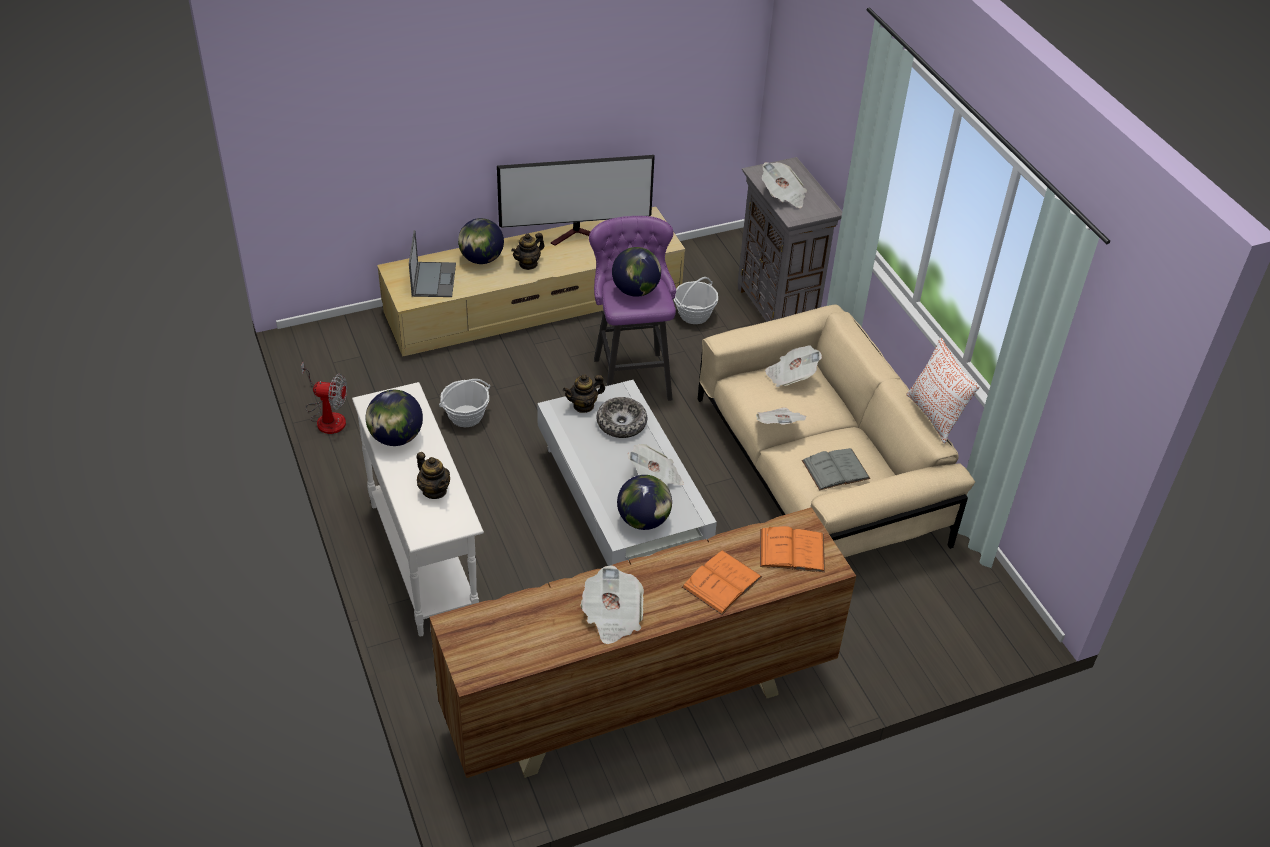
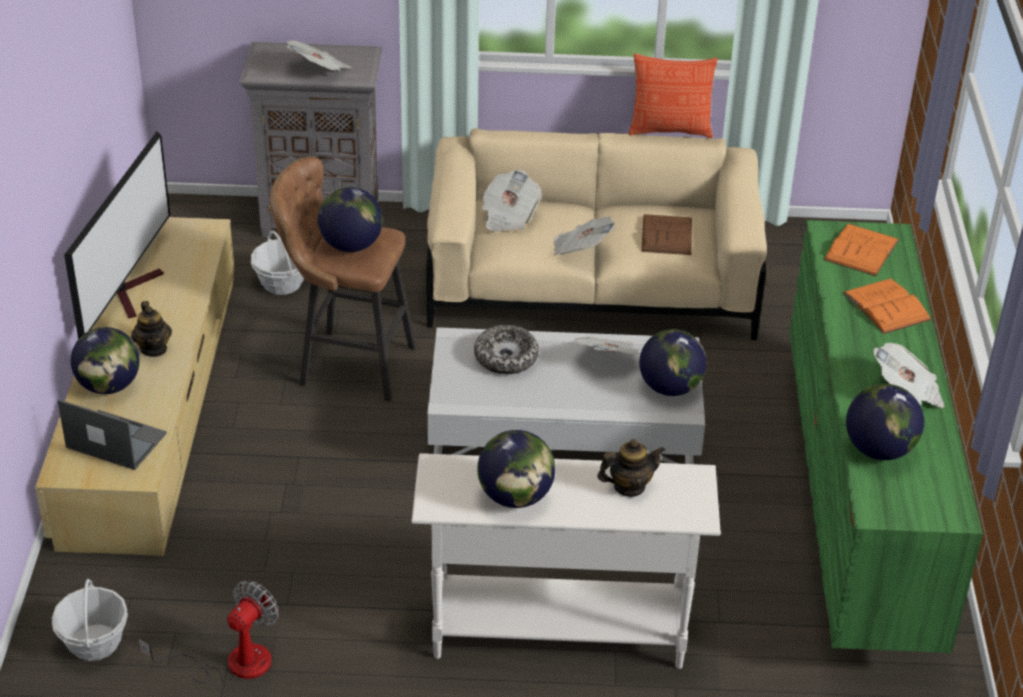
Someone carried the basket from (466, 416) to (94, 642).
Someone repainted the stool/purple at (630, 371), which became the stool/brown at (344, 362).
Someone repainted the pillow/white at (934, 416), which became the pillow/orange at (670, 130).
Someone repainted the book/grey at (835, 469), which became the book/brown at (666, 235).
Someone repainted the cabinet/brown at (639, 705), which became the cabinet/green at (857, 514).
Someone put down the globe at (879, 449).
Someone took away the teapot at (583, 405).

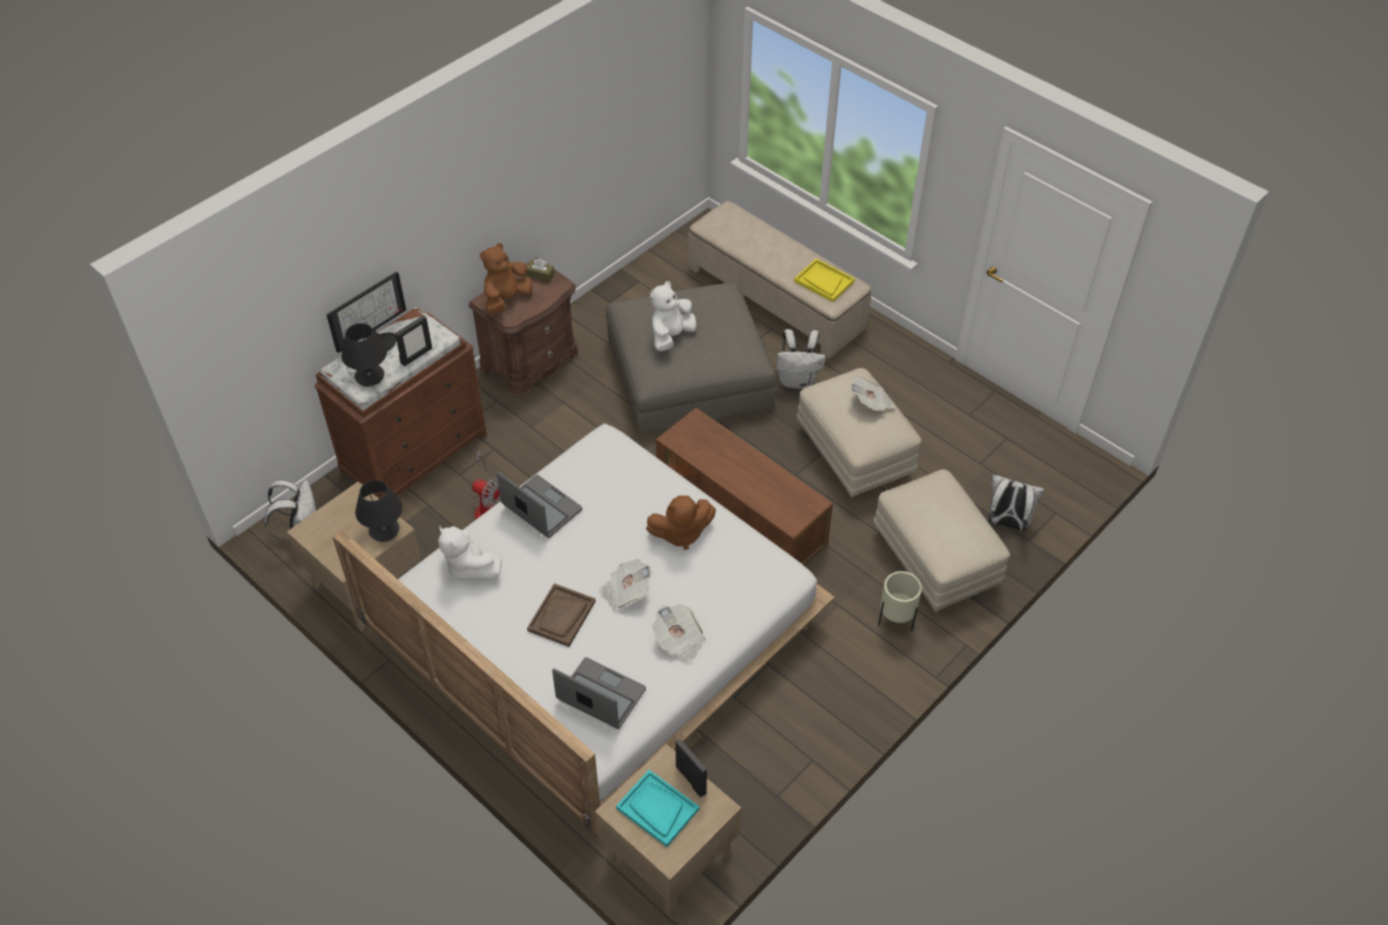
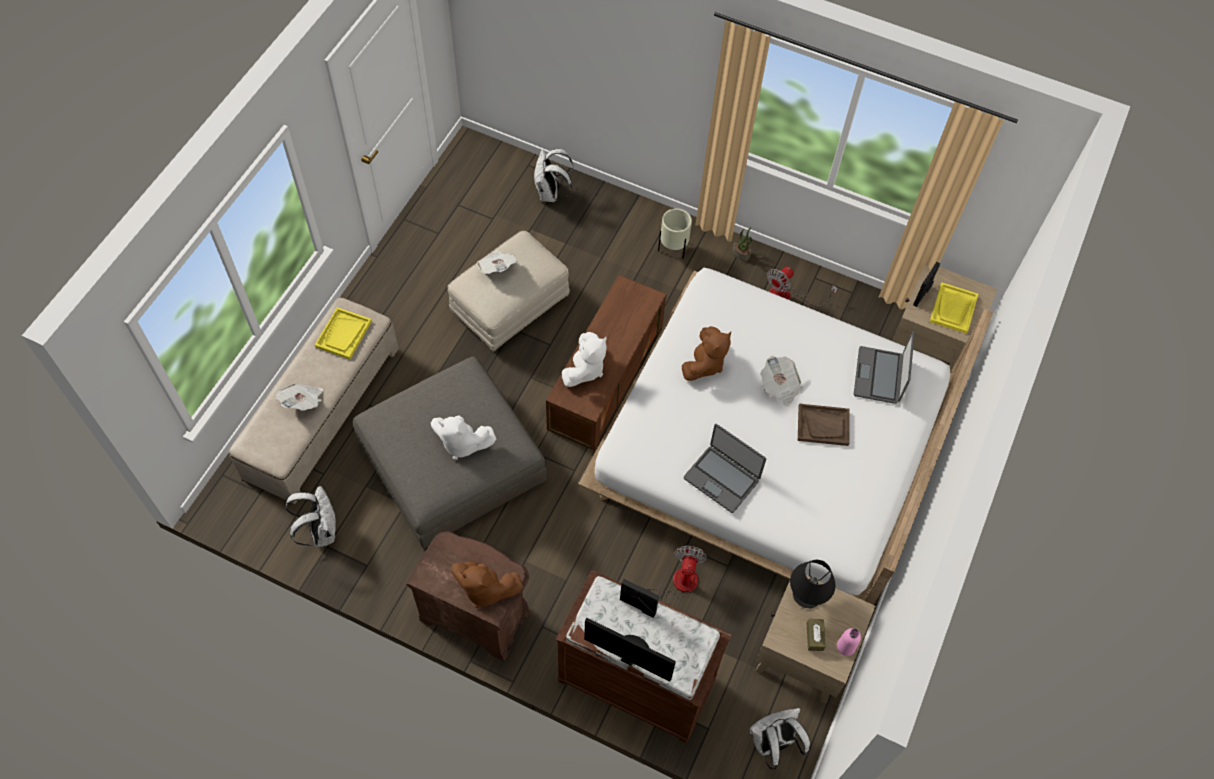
Someone carried the newspaper from (679, 641) to (303, 402).
Someone carried the backpack/white from (797, 380) to (321, 531).
Someone carried the plush toy/white from (468, 567) to (585, 369).
Someone rotated the plush toy/brown at (681, 533) by 60 degrees clockwise.
Someone rotated the laptop at (541, 508) by 75 degrees counterclockwise.
Someone put down the potted plant at (741, 254).
Someone put down the fan at (788, 297).
Someone carried the tissue box/brown from (540, 275) to (814, 636).
Someone put down the bottle/pink at (845, 646).
Someone repainted the tray/turquoise at (657, 809), which became the tray/yellow at (953, 309).
Someone took away the table lamp/black at (369, 376).
Someone took away the ottoman/beige at (934, 560).

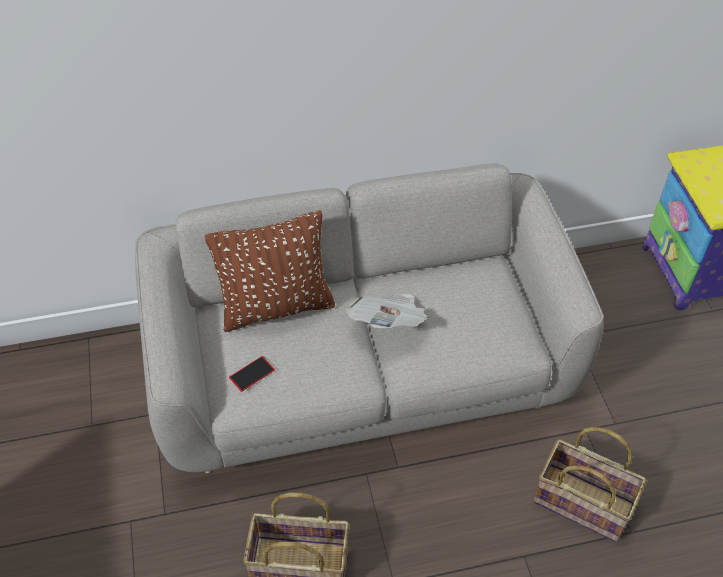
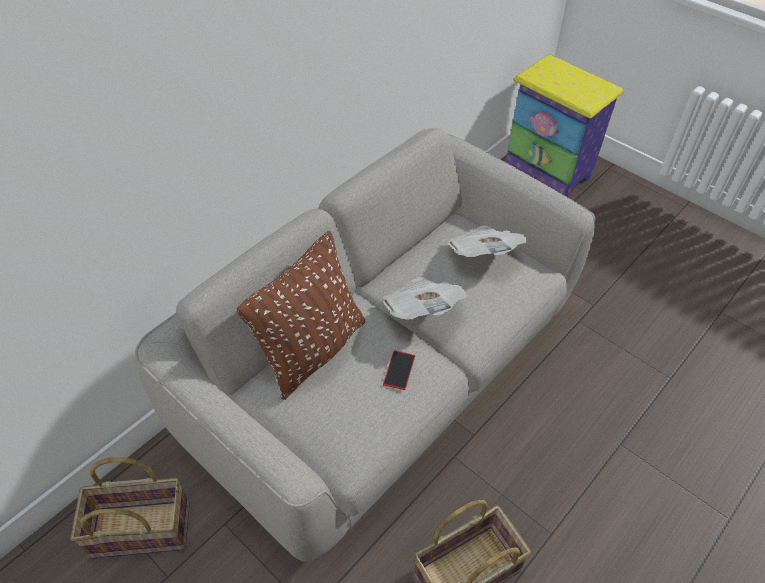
Someone carried the basket from (583, 502) to (142, 528).
Someone carried the phone from (252, 374) to (399, 370).
Someone put down the newspaper at (483, 255).

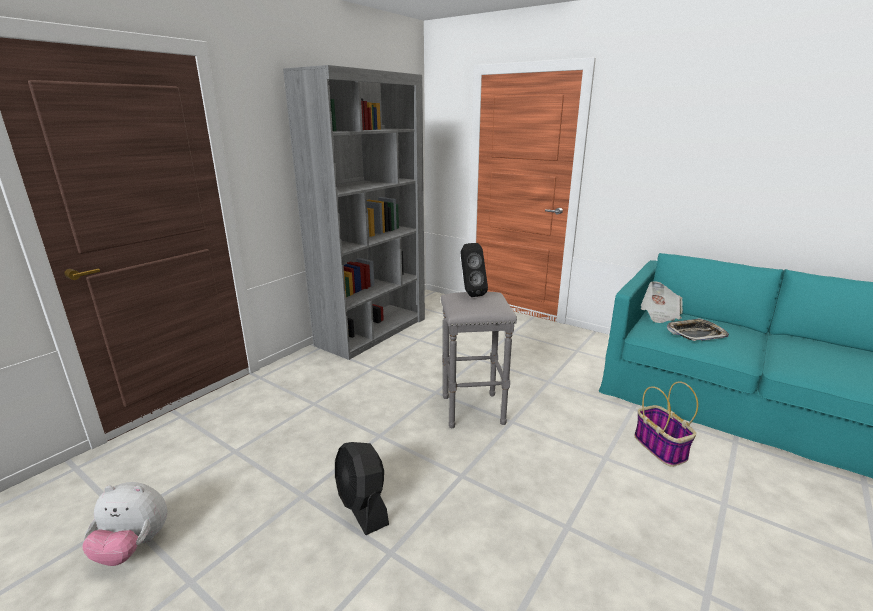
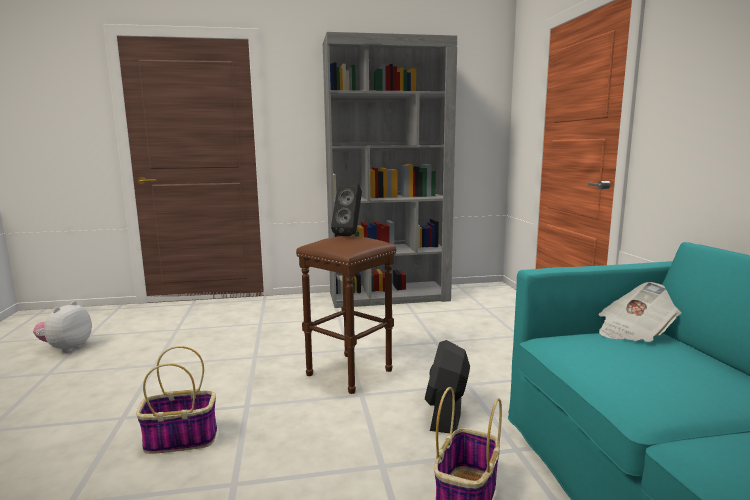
Someone rotated the plush toy at (133, 547) by 60 degrees clockwise.
Someone put down the basket at (179, 440).
Someone repainted the stool/grey at (472, 410), which became the stool/brown at (347, 372).
Someone carried the fan/black from (362, 506) to (446, 413).
Someone took away the tray at (695, 334).

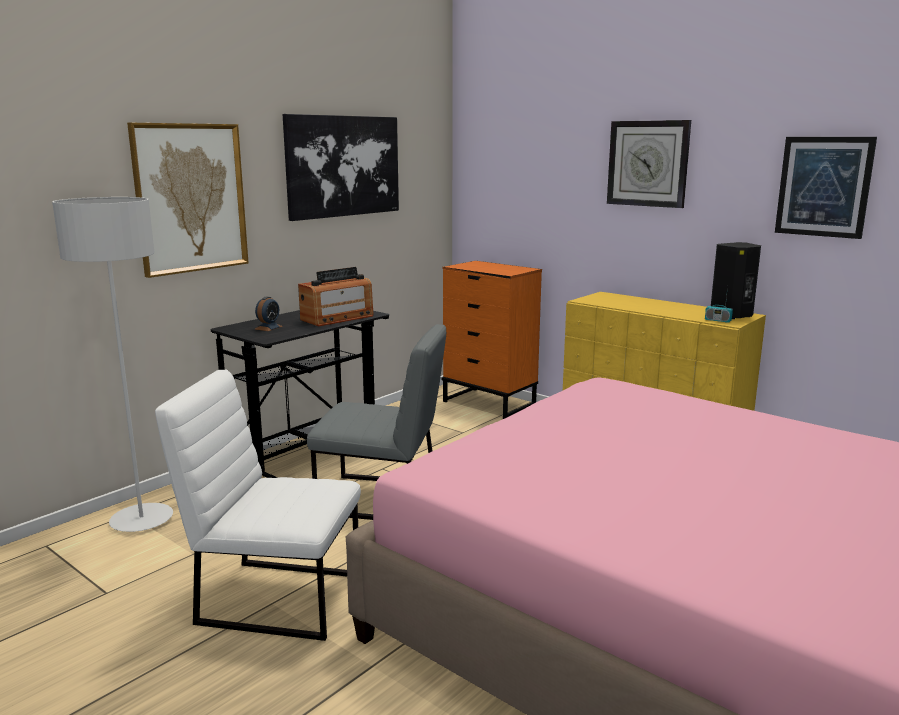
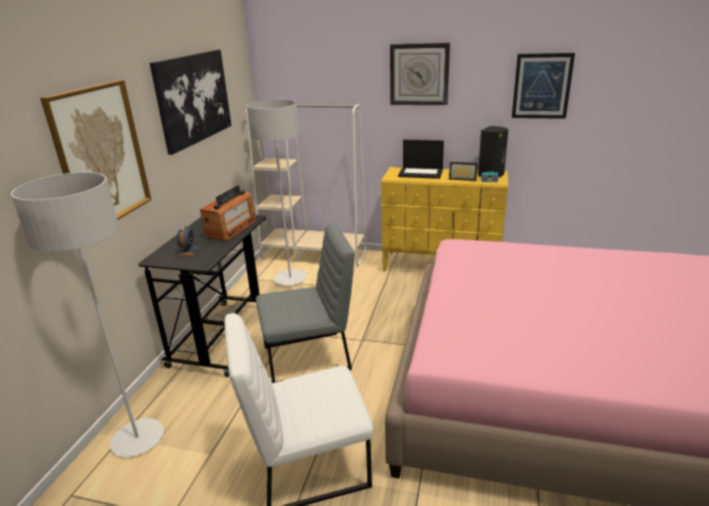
Someone swapped the dresser/orange at (489, 403) for the clothes rack/beige at (314, 256).
Someone put down the floor lamp/grey at (290, 279).
Someone put down the laptop at (421, 173).
Someone put down the picture frame at (462, 178).

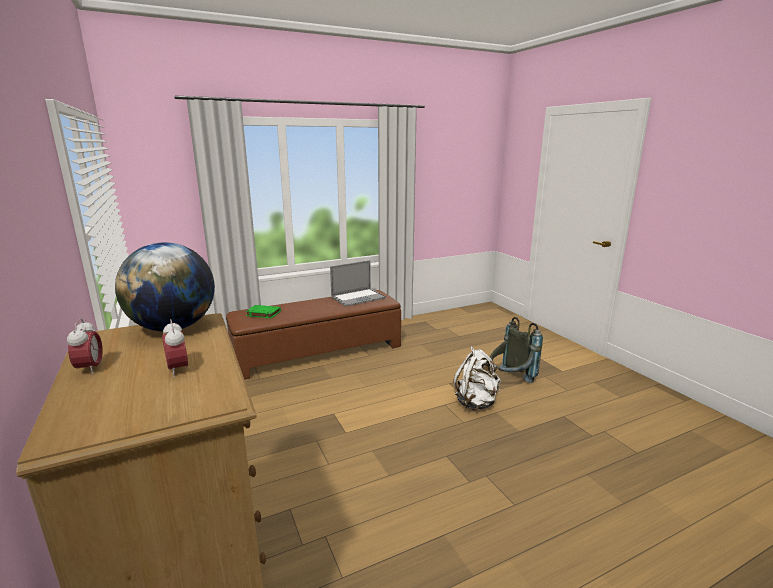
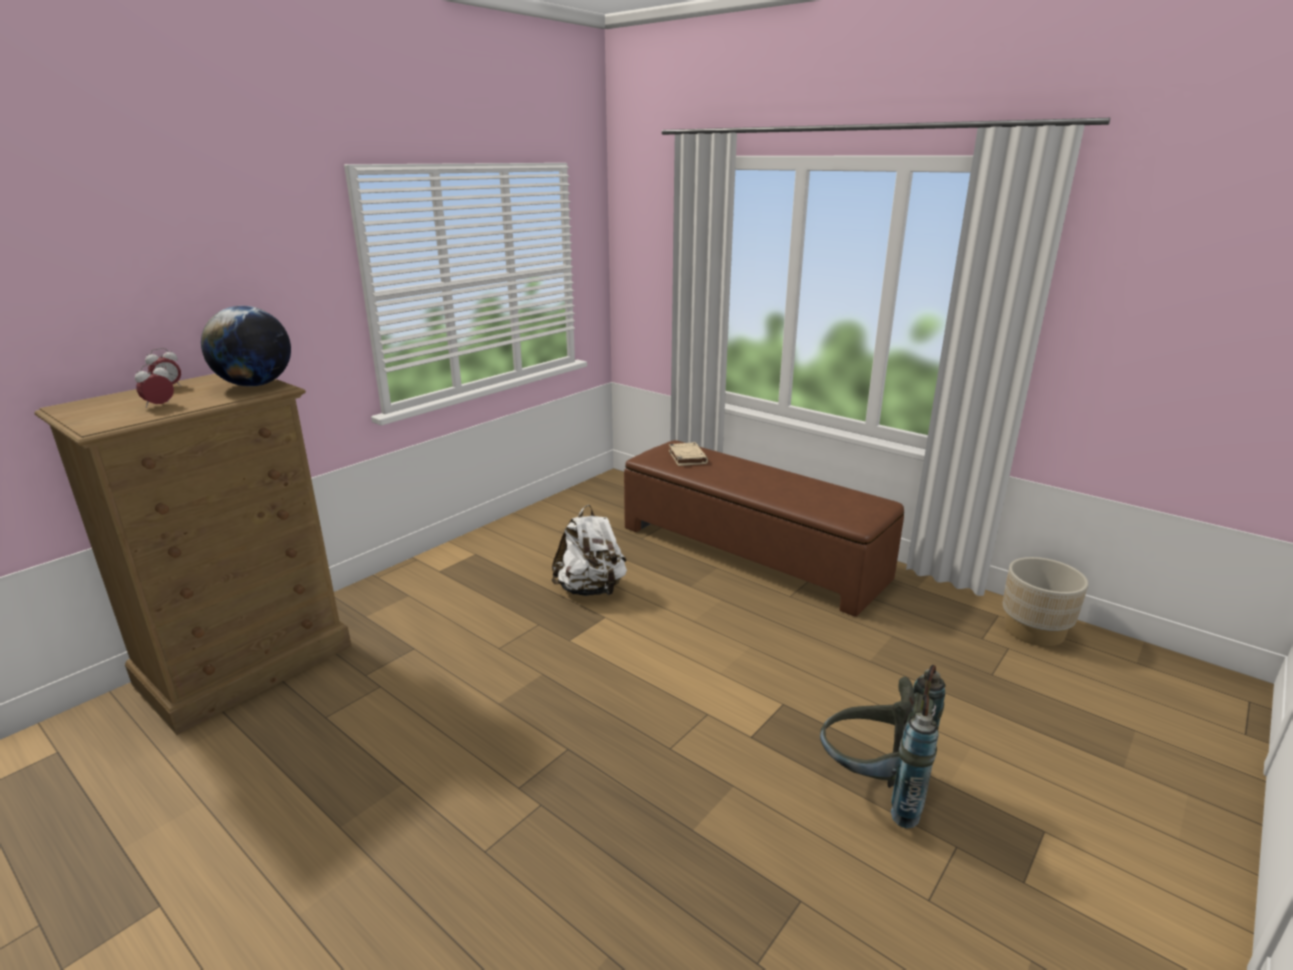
Someone carried the backpack/white from (476, 403) to (591, 589).
Someone repainted the book/green at (263, 314), which became the book/beige at (687, 457).
Someone put down the planter/beige at (1034, 630).
Someone took away the laptop at (358, 298).

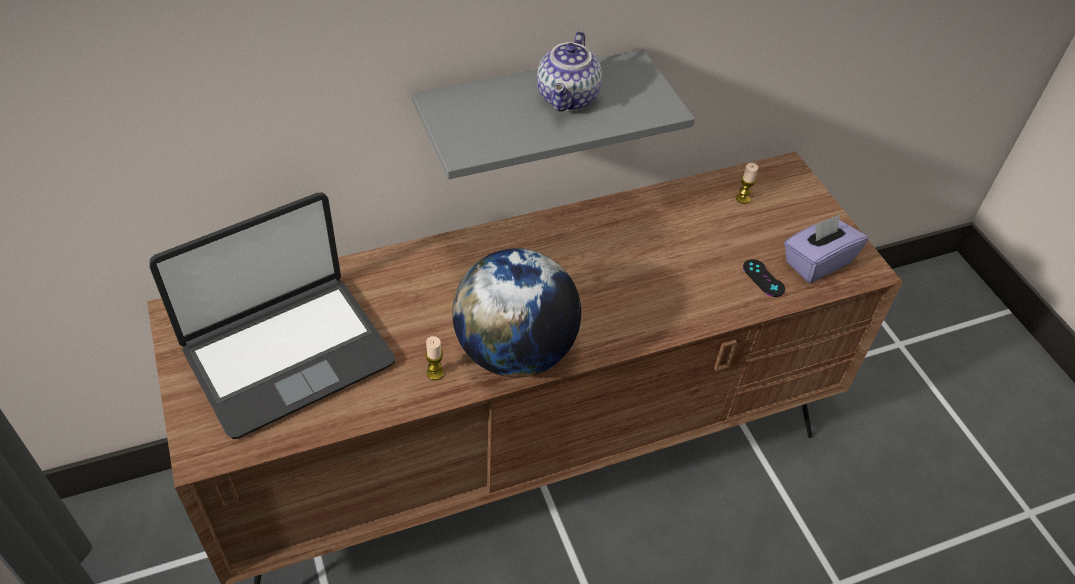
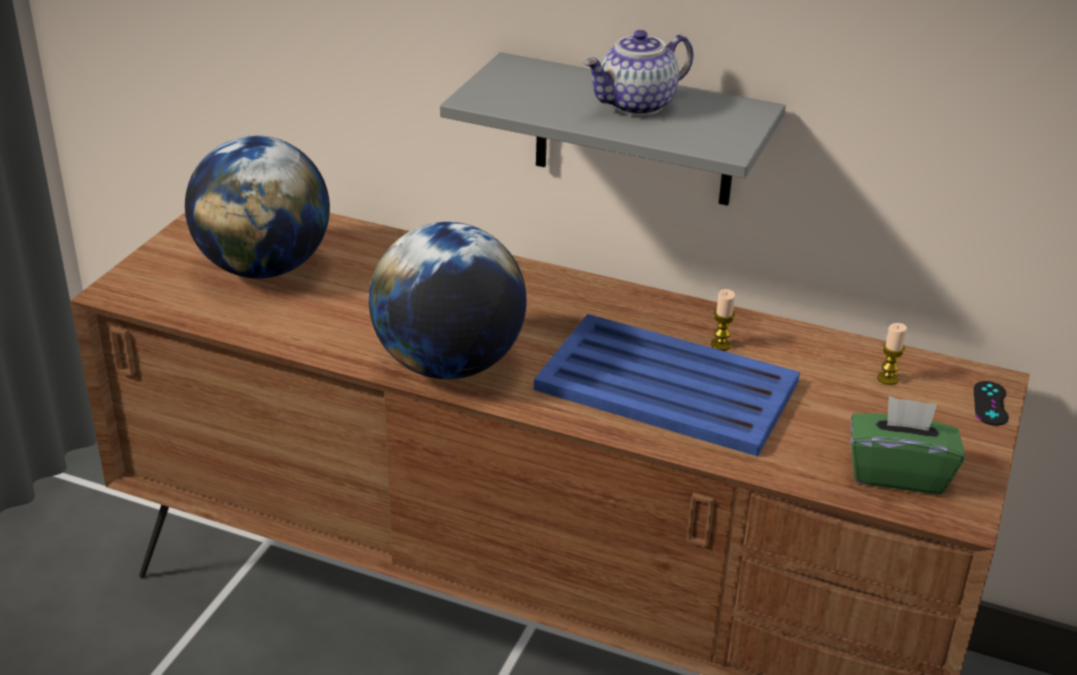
Someone swapped the laptop at (287, 354) for the globe at (263, 267).
Someone put down the tray/blue at (664, 385).
Someone carried the candle from (435, 373) to (720, 345).
Someone repainted the tissue box/purple at (817, 262), which became the tissue box/green at (898, 473).
Someone carried the game controller/black from (763, 278) to (990, 403).

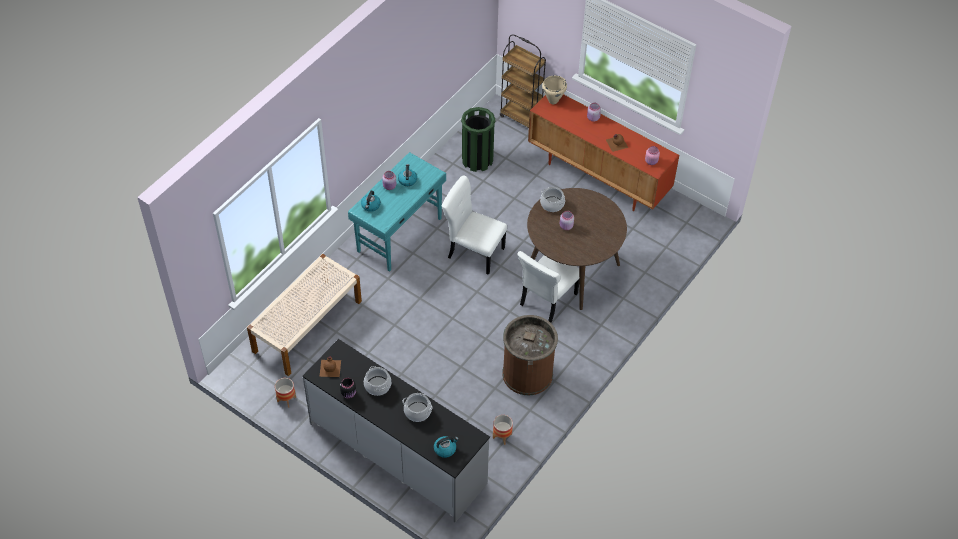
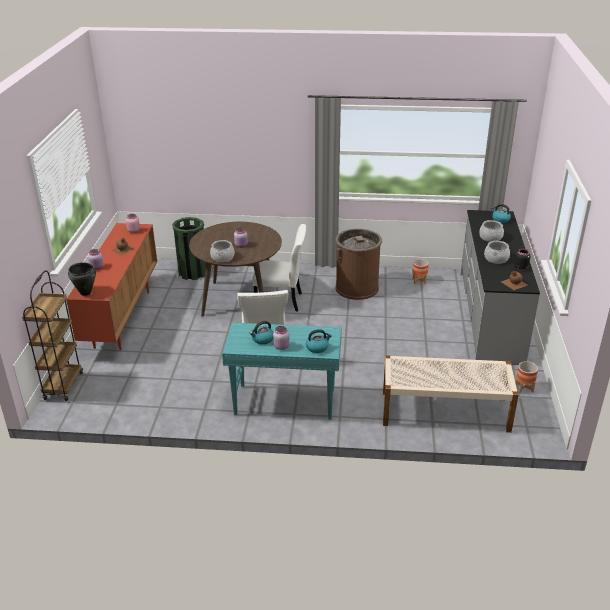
Someone repainted the cooking pot/beige at (553, 100), which became the cooking pot/black at (85, 293).
Someone carried the trash can/green from (477, 160) to (193, 272).

